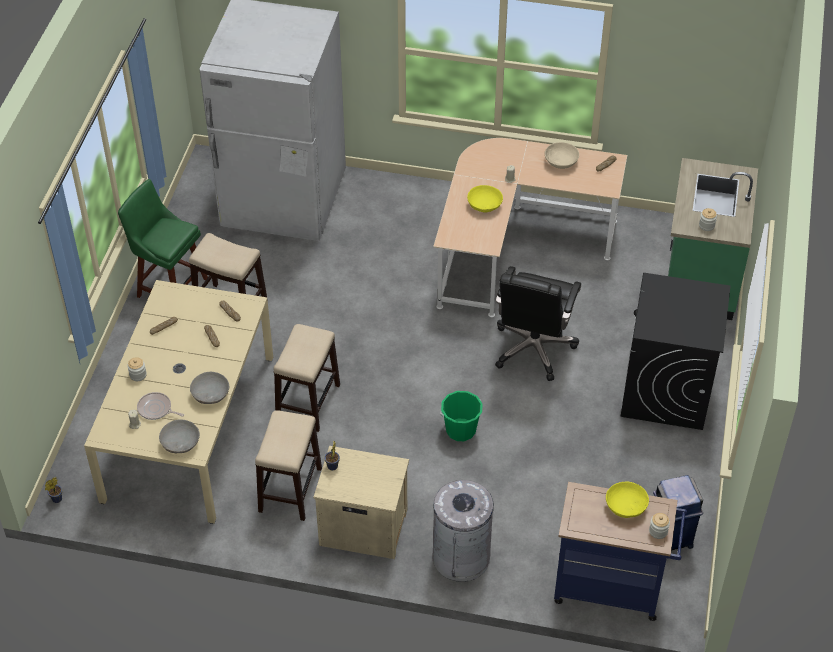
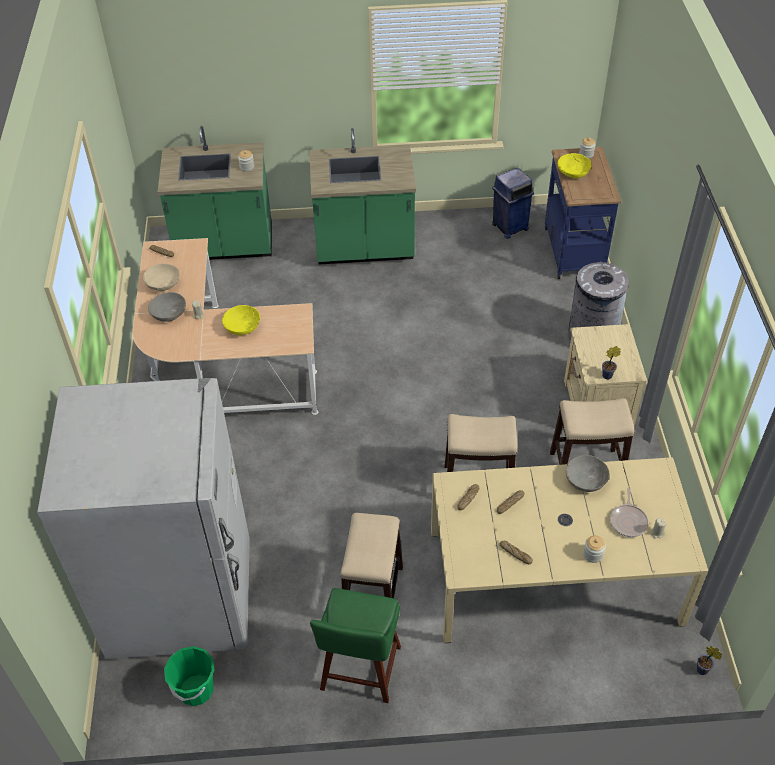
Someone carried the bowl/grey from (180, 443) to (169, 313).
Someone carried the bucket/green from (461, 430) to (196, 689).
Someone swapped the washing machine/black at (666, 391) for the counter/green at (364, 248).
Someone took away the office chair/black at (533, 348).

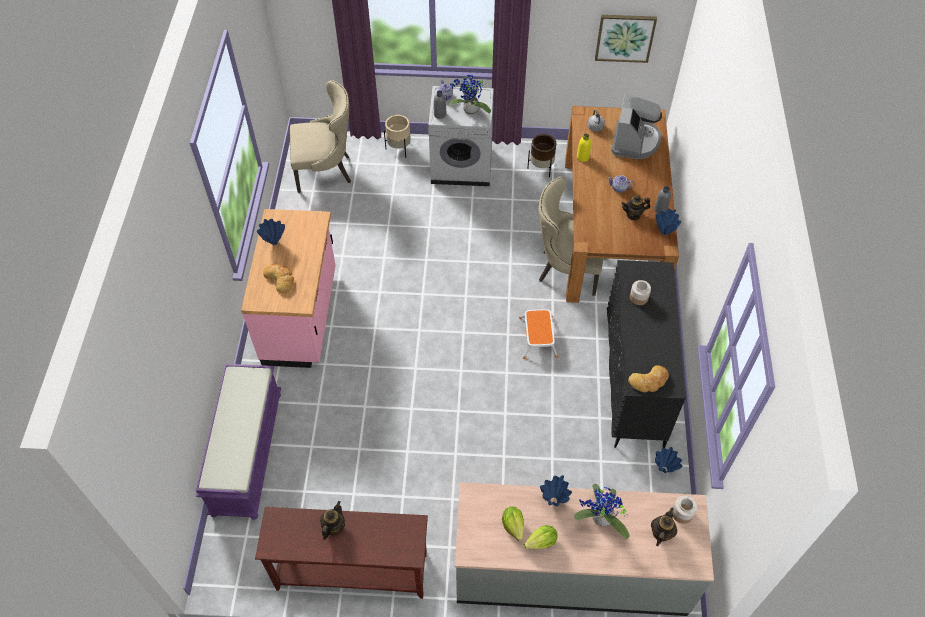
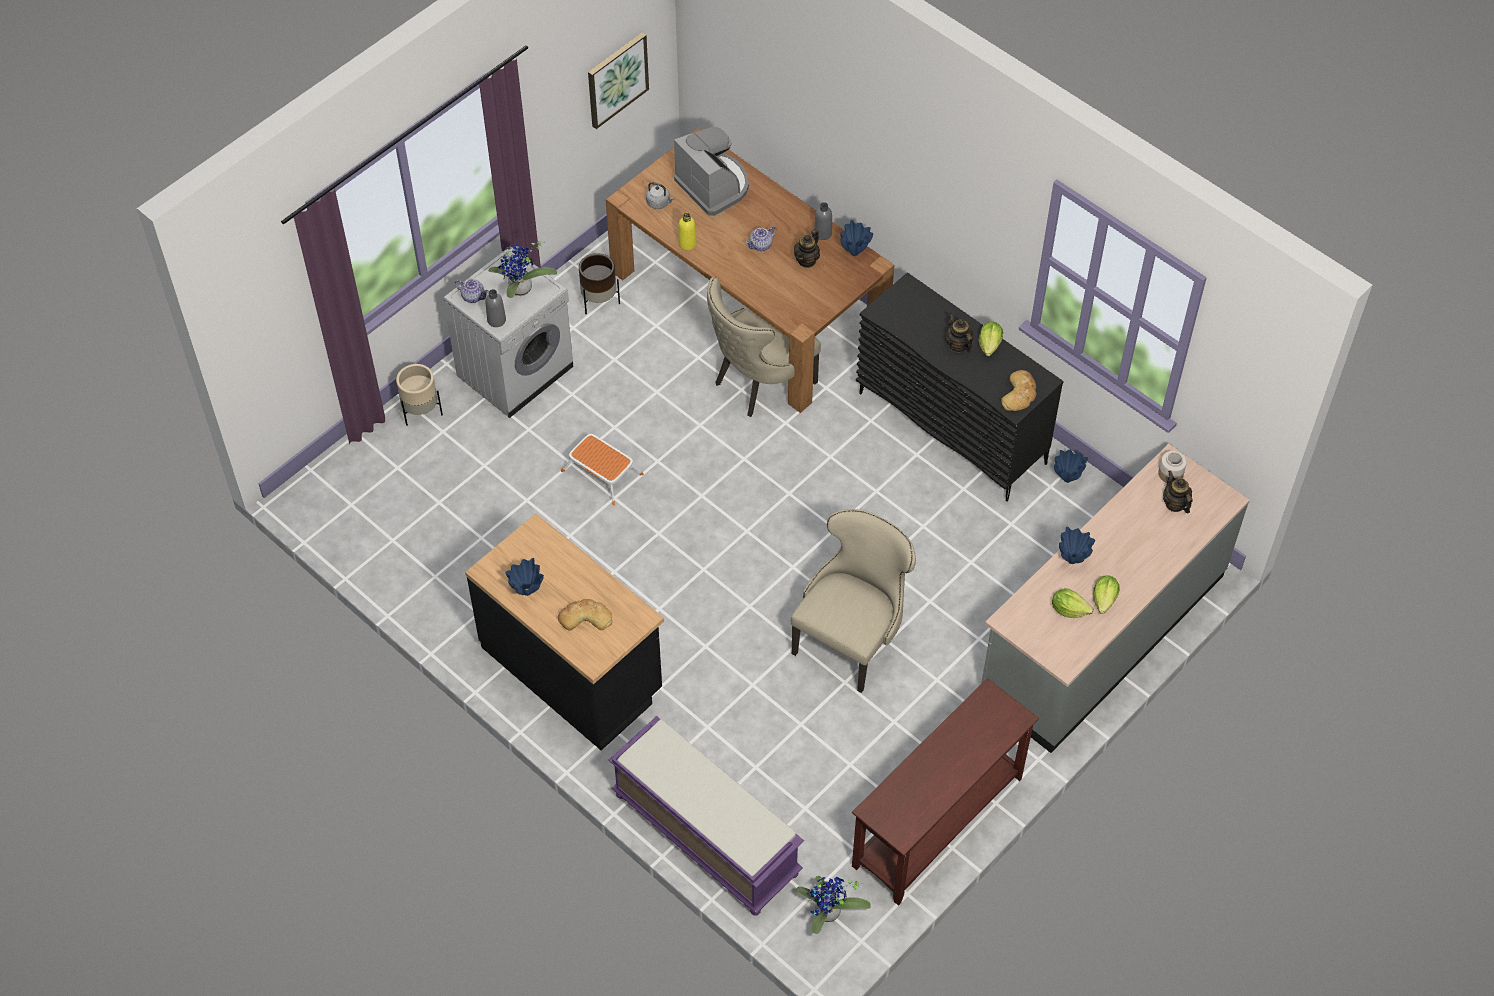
Someone repainted the counter/pink at (302, 317), which became the counter/black at (573, 669).
Someone carried the step ladder/orange from (537, 337) to (601, 473).
Someone carried the chair/beige from (326, 171) to (851, 639).
Someone carried the potted plant from (600, 519) to (828, 915).
Someone carried the teapot from (333, 526) to (958, 345).
Someone put down the lettuce at (989, 345).
Someone took away the jar at (638, 297).

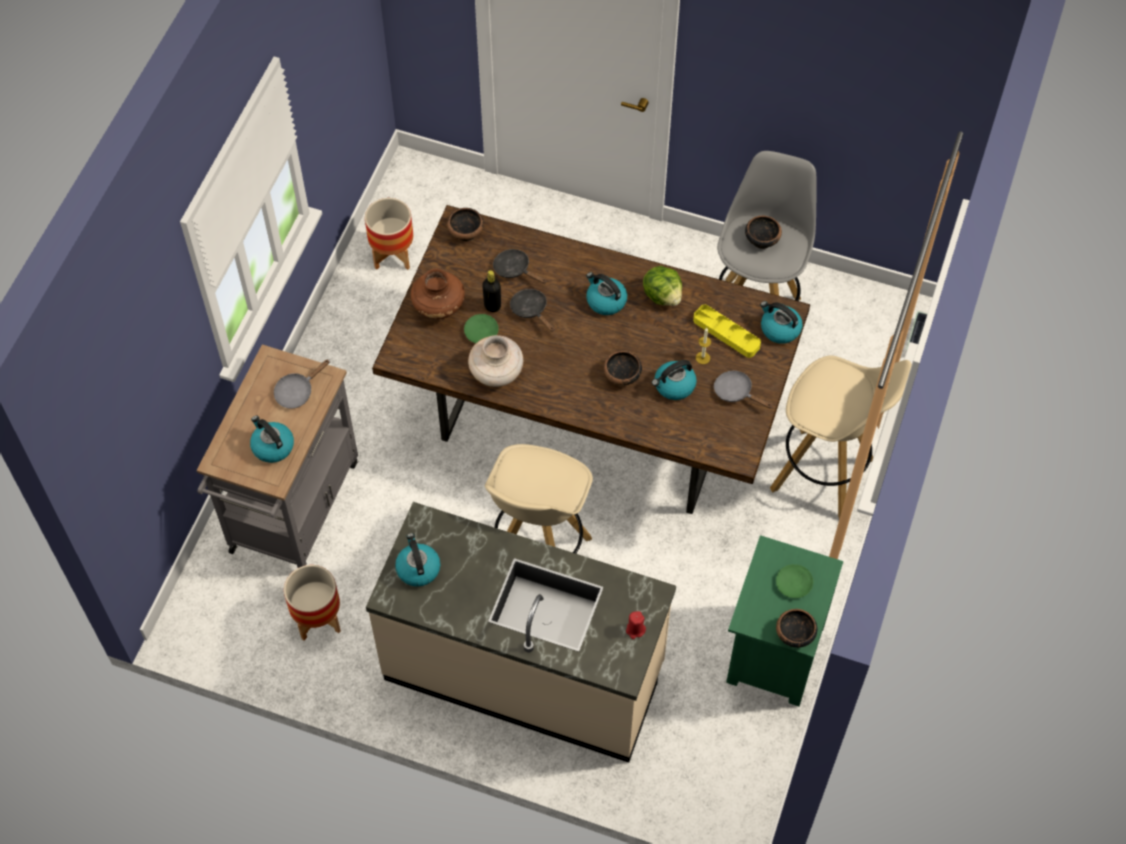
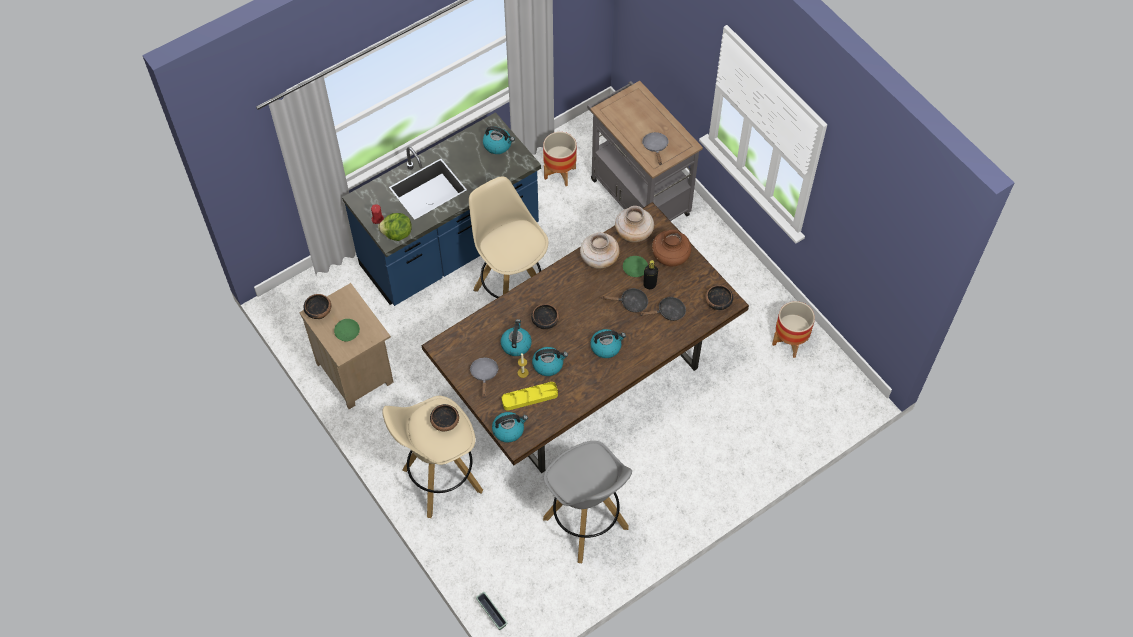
Someone repainted the nightstand/green at (772, 655), which became the nightstand/beige at (356, 371).
Someone repainted the counter/beige at (524, 671), which became the counter/blue at (450, 248).
Someone carried the lettuce from (663, 295) to (397, 234).
Someone carried the bowl from (761, 239) to (445, 422).
Someone rotated the frying pan/grey at (736, 392) by 75 degrees counterclockwise.
Someone carried the kettle from (272, 446) to (548, 364).
Someone put down the vase/beige at (634, 233).

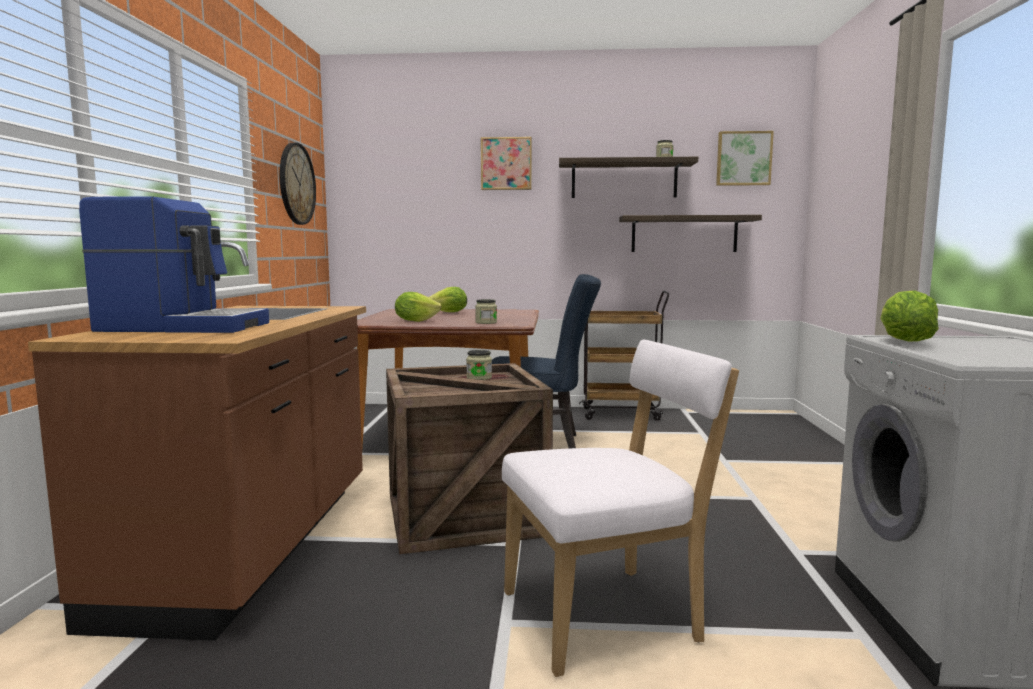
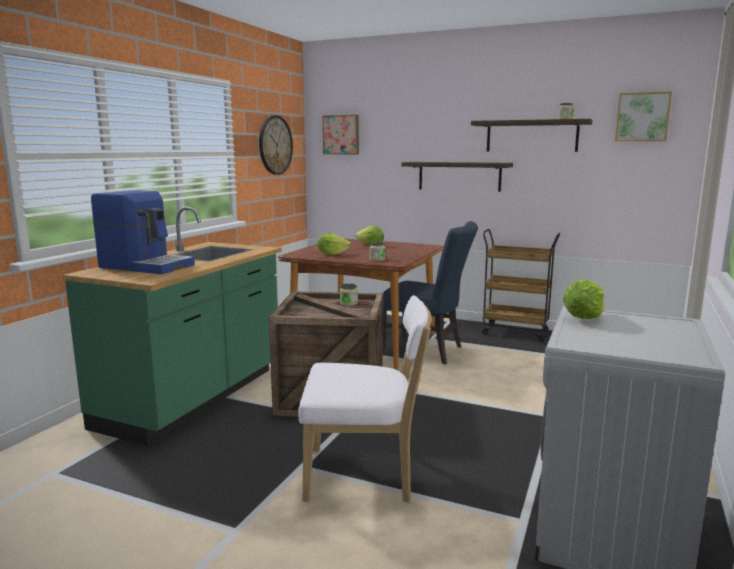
Someone repainted the counter/brown at (252, 548), which became the counter/green at (195, 398).
Someone carried the picture from (506, 164) to (341, 134).
Someone carried the shelf from (684, 234) to (459, 176).

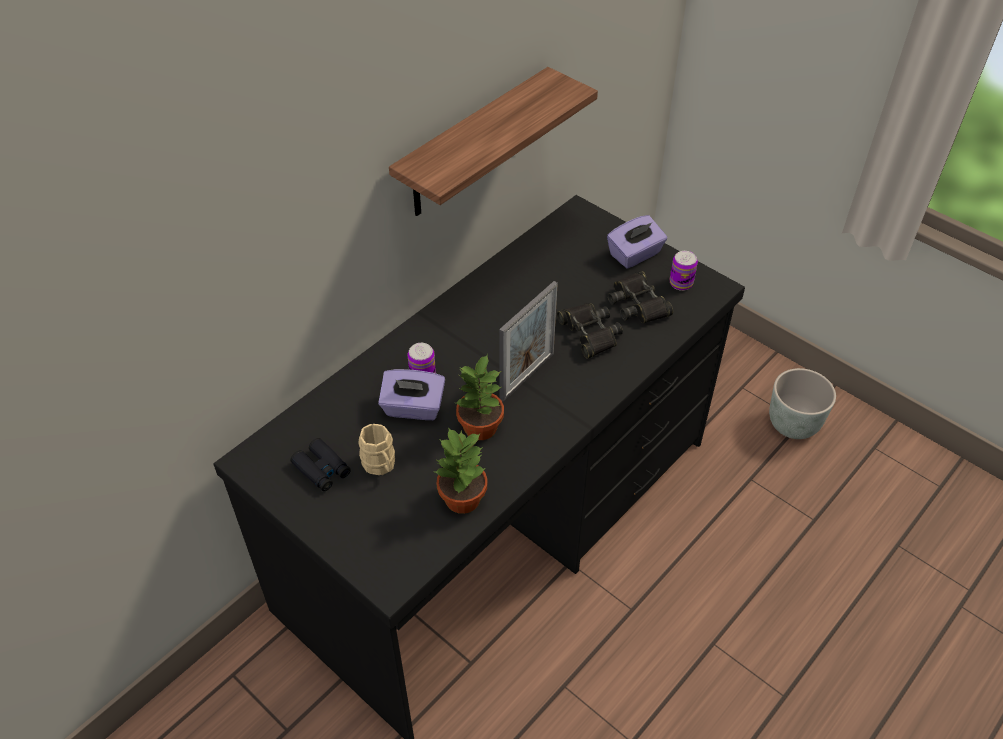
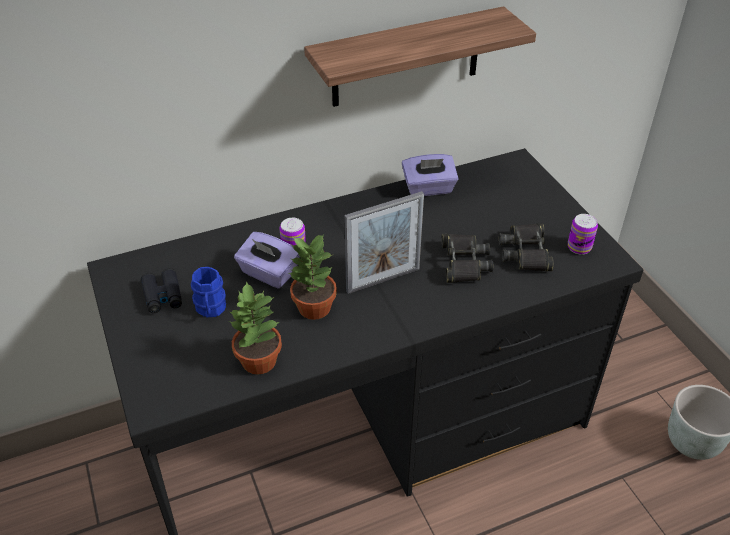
Someone repainted the mug/beige at (381, 465), which became the mug/blue at (210, 309).
Someone carried the tissue box/purple from (635, 255) to (428, 188).

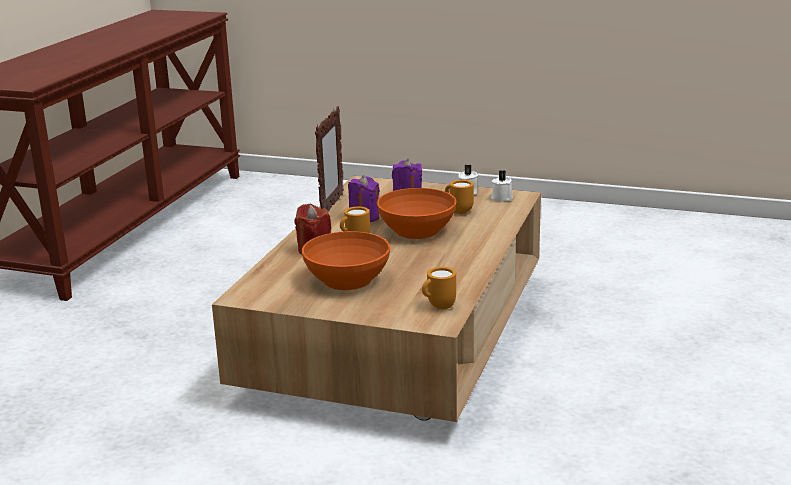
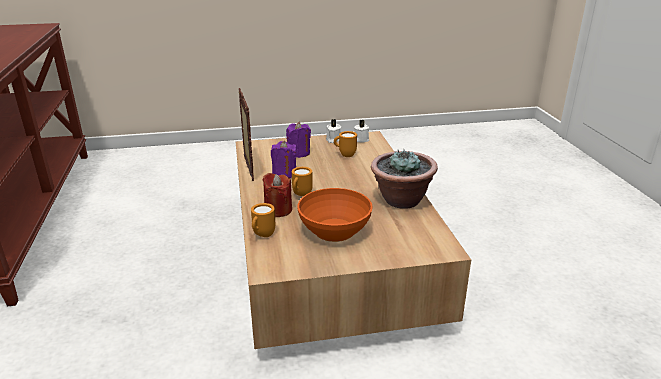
Someone carried the mug/orange from (438, 307) to (262, 235).
Someone put down the potted plant at (401, 200).
Someone took away the bowl/orange at (417, 231).

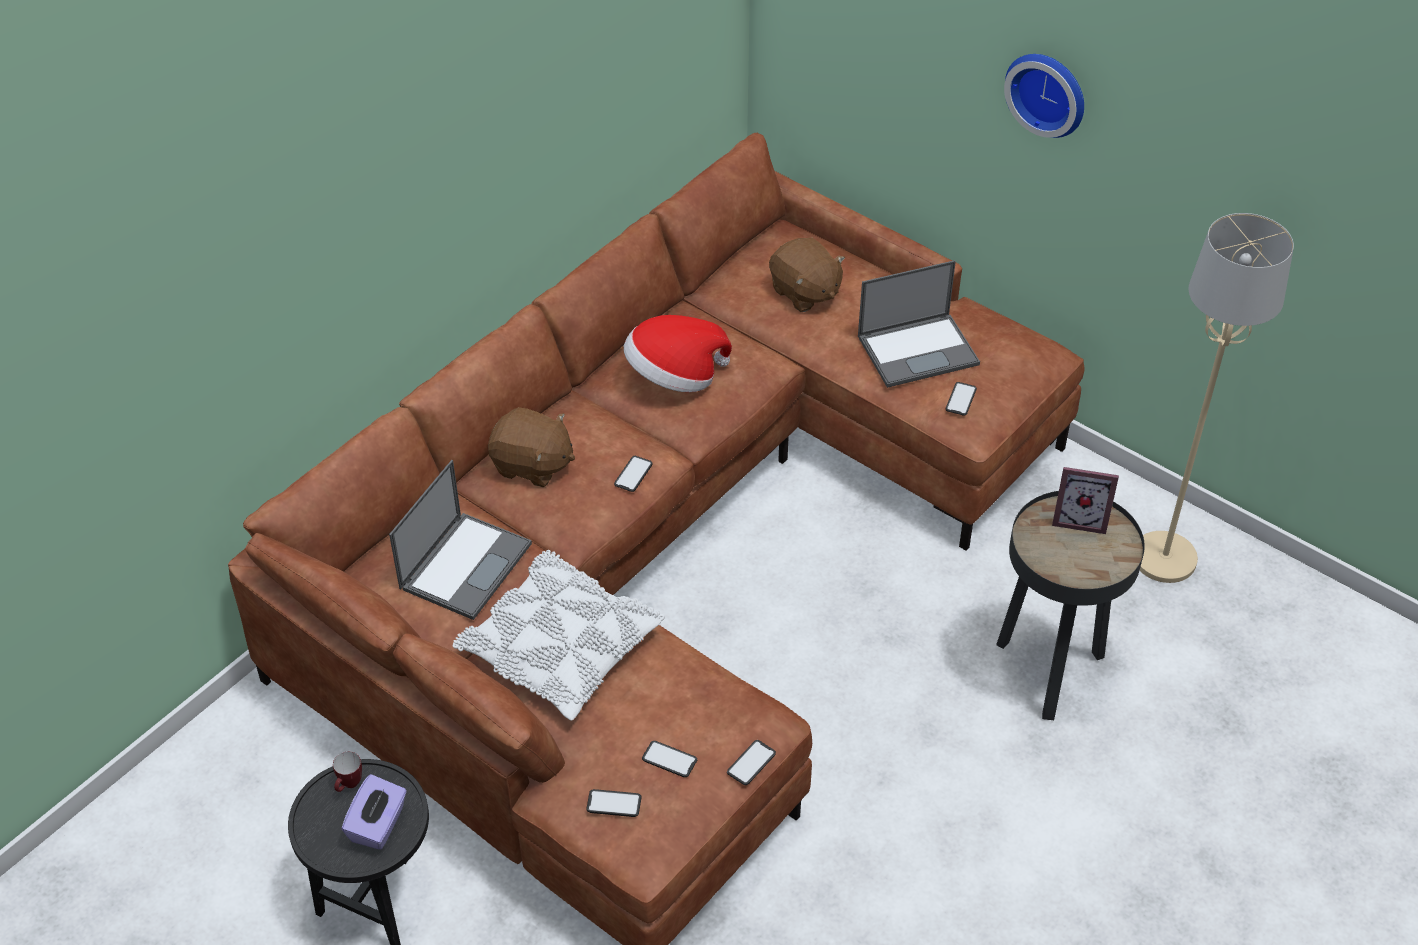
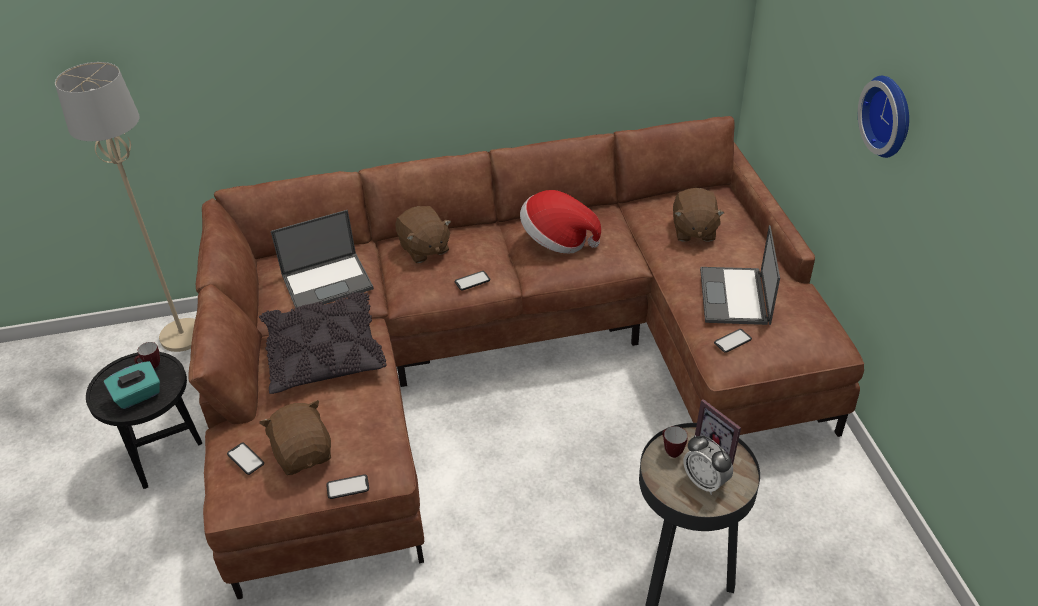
Someone carried the floor lamp/beige from (1164, 558) to (183, 335).
Someone repainted the tissue box/purple at (378, 825), which became the tissue box/turquoise at (138, 395).
Someone repainted the pillow/white at (560, 647), which became the pillow/black at (324, 353).
Someone swapped the phone at (669, 759) for the plush toy/brown at (304, 453).
Someone put down the mug at (671, 451).
Someone put down the alarm clock at (705, 482).
Someone rotated the laptop at (919, 350) by 75 degrees clockwise.

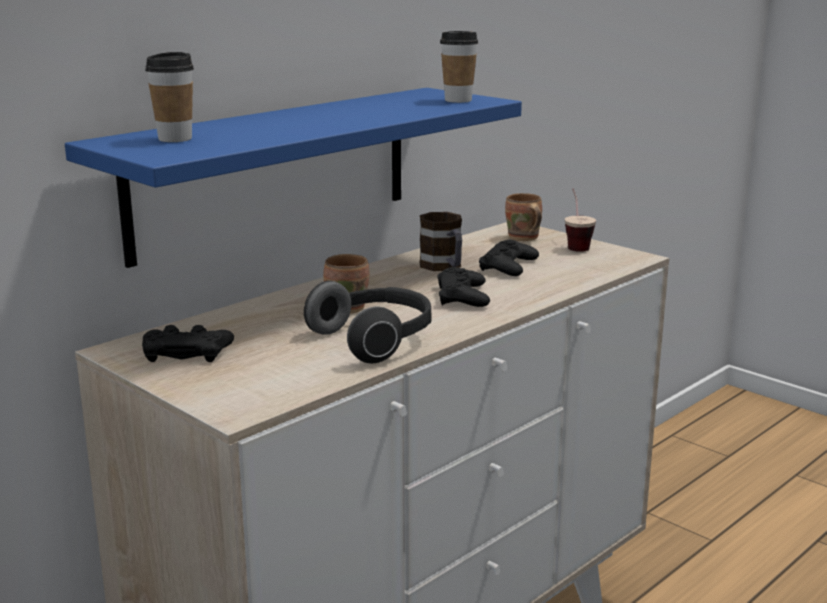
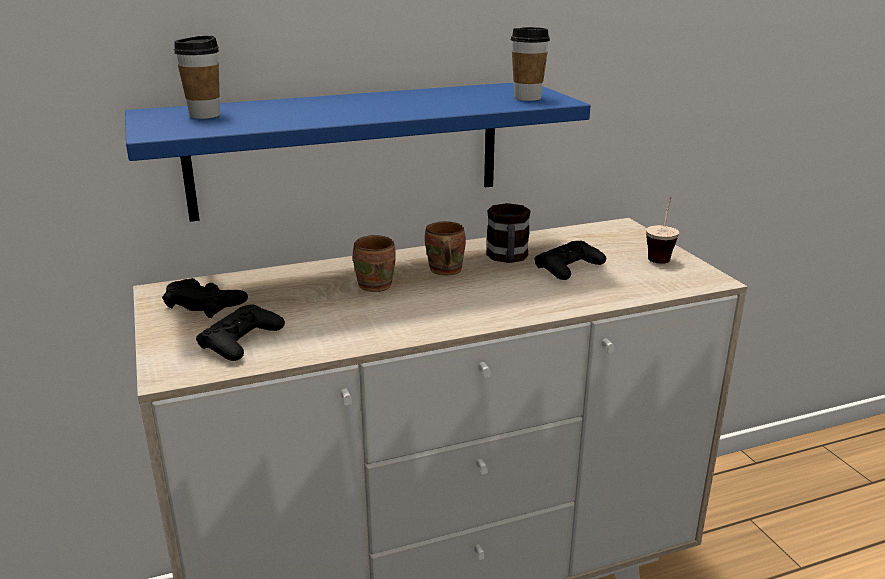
Someone carried the game controller/black from (462, 296) to (241, 340).
Someone carried the mug/brown from (523, 238) to (443, 271).
Someone took away the headphones at (375, 340).

